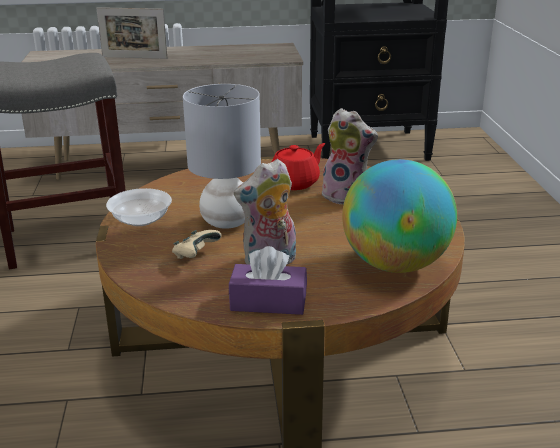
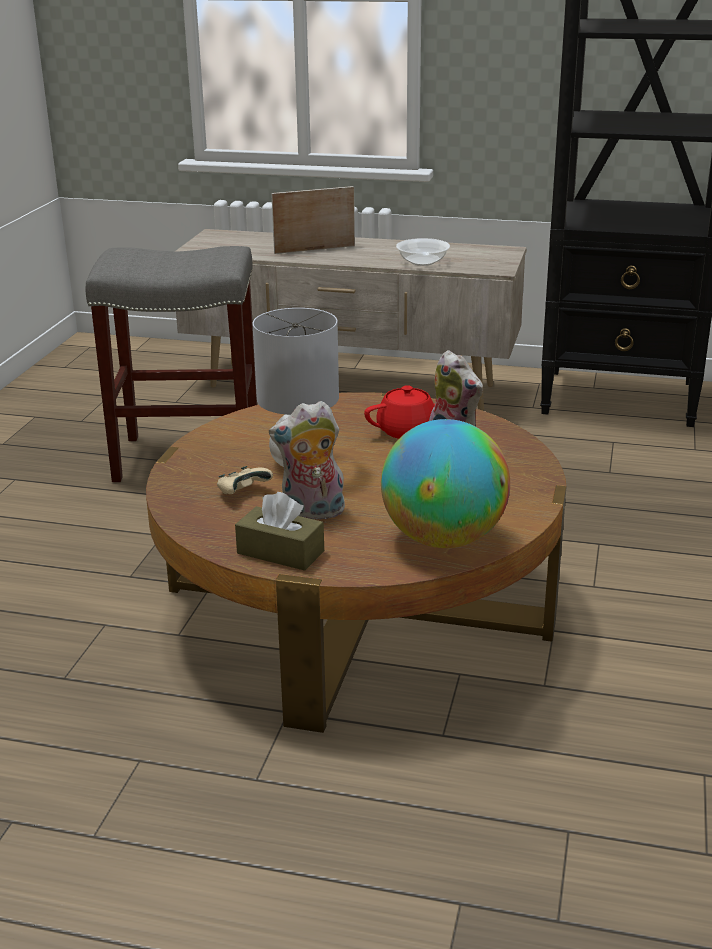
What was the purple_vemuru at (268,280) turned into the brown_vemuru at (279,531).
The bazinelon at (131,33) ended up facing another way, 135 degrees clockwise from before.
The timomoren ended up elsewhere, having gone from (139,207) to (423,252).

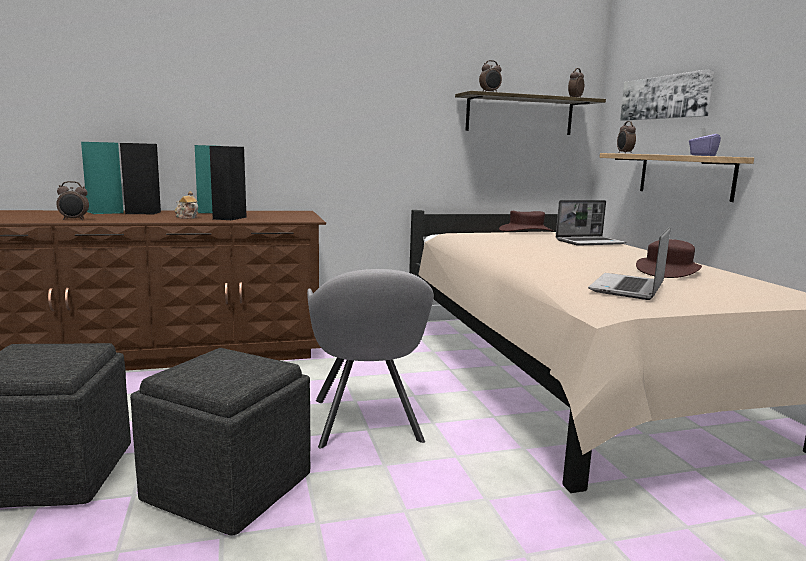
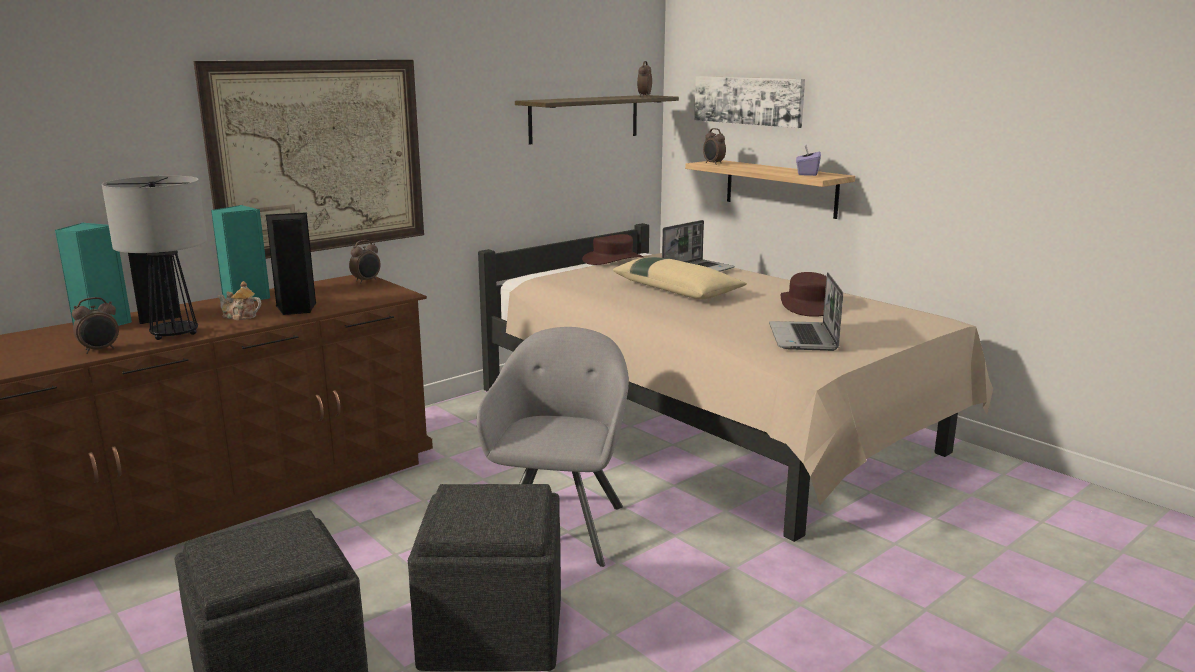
The second view gained the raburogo at (154,258).
The second view gained the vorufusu at (308,159).
The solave ended up elsewhere, having gone from (490,76) to (365,261).
The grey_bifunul at (370,359) ended up facing another way, 135 degrees counterclockwise from before.
The second view gained the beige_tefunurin at (680,278).

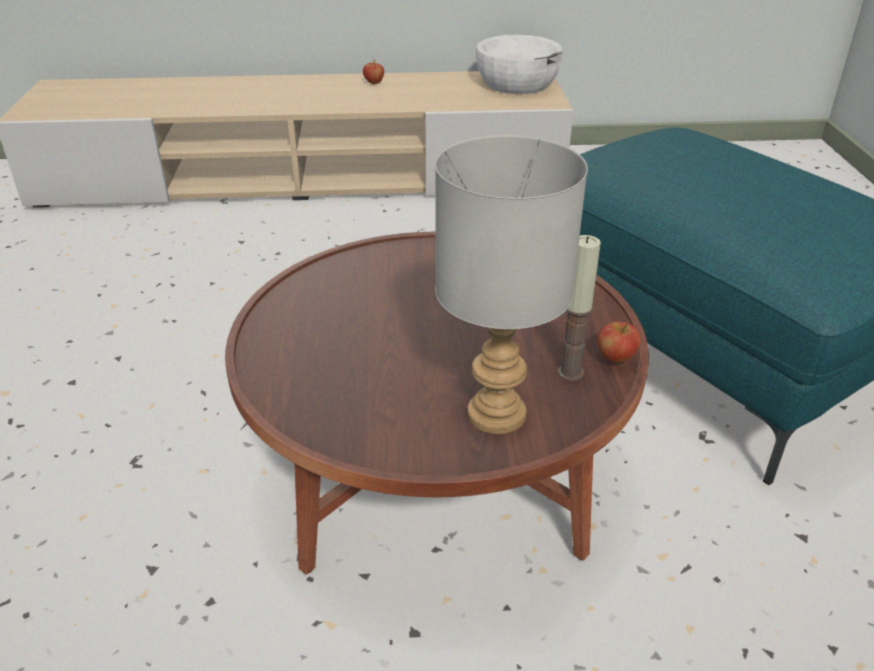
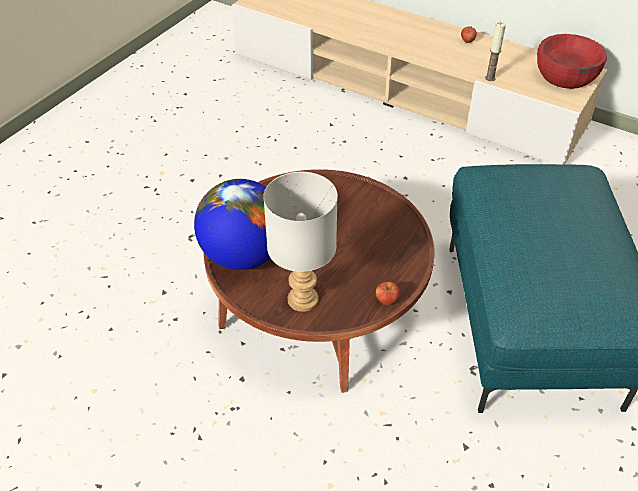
The second view gained the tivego at (232,224).
The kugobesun ended up elsewhere, having gone from (579,308) to (495,51).
What was the white_timomoren at (519,64) turned into the red_timomoren at (572,61).

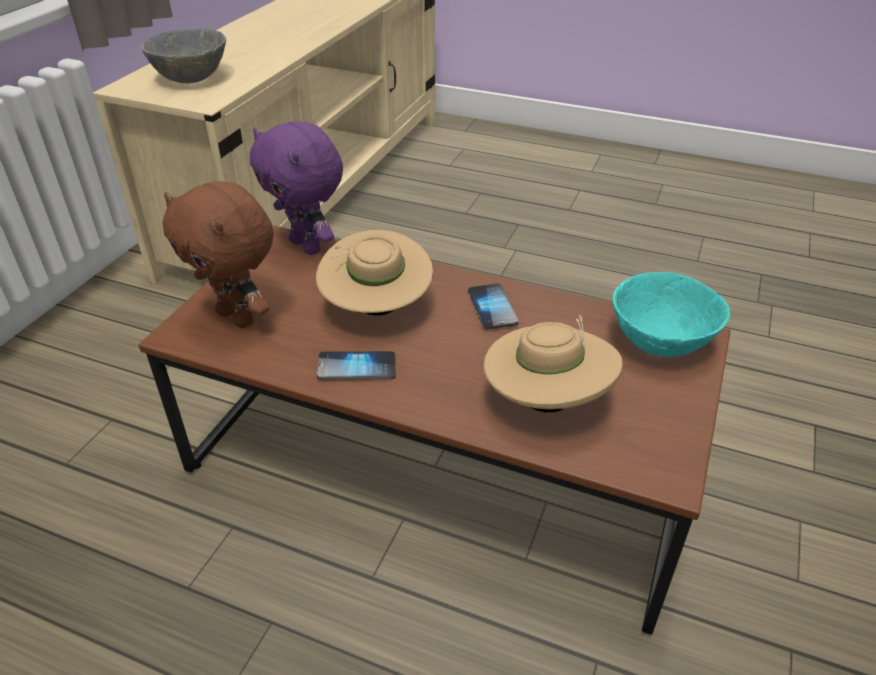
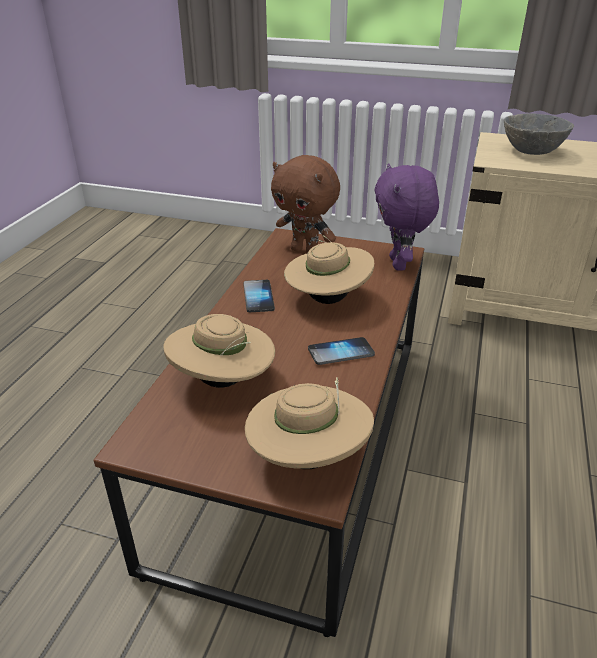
Where the turquoise_timomoren stood at (672,314), the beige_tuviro came to stand at (309,423).
The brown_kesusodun at (218,254) ended up facing another way, 90 degrees counterclockwise from before.
The purple_kesusodun at (296,188) ended up facing another way, 45 degrees counterclockwise from before.

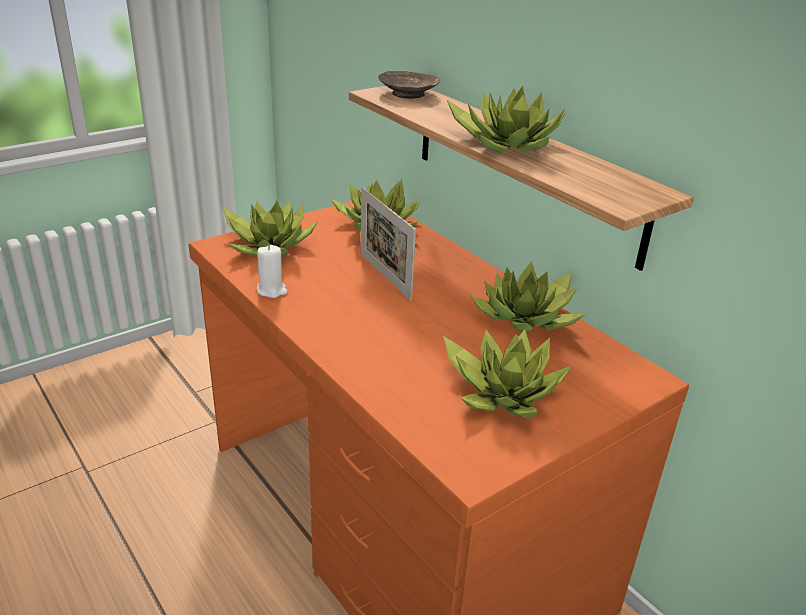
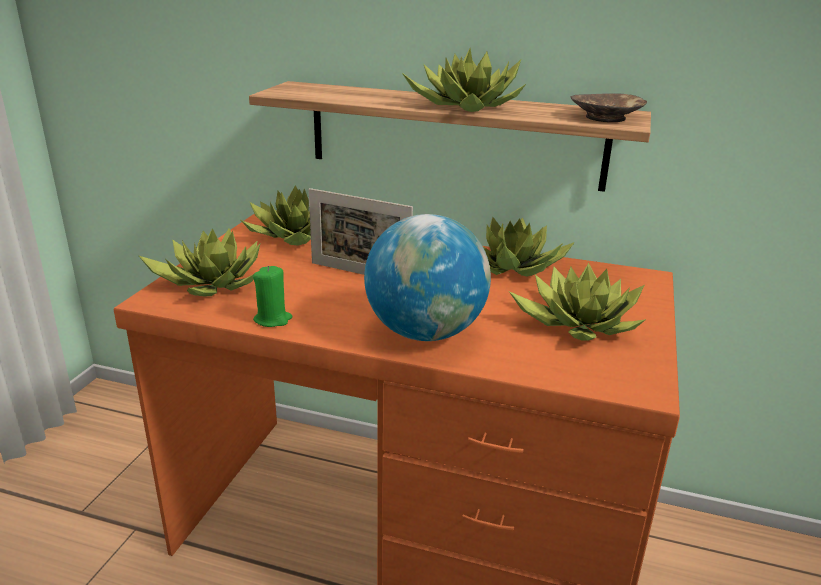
What was the white_kugobesun at (272,271) turned into the green_kugobesun at (272,296).
The second view gained the tivego at (427,277).
The brown_timomoren ended up elsewhere, having gone from (409,85) to (609,107).

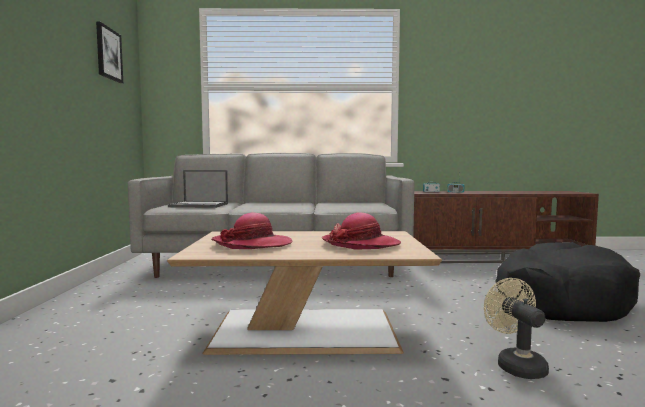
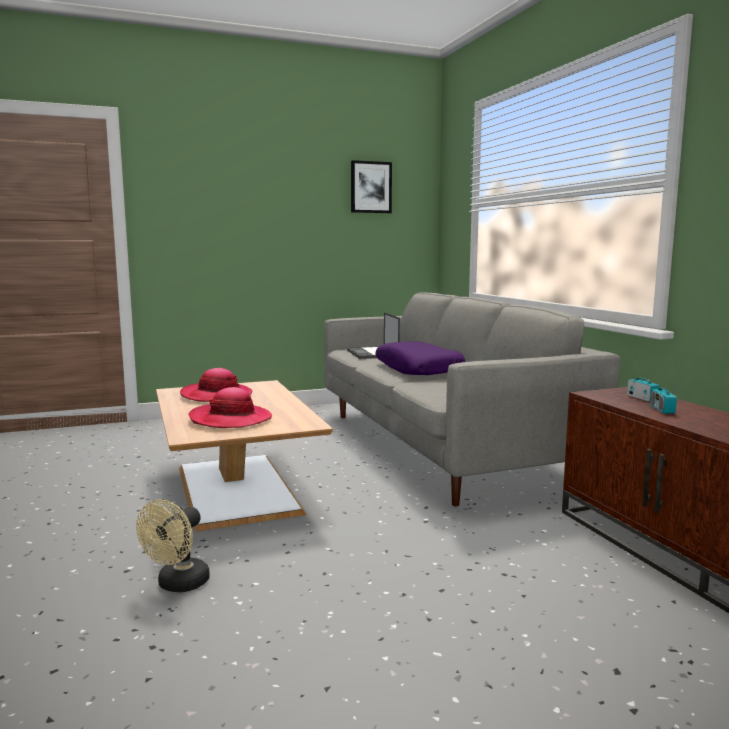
The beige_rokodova at (516,328) ended up facing another way, 150 degrees clockwise from before.
The second view gained the purple_tefunurin at (420,358).
The second view lost the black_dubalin at (567,282).

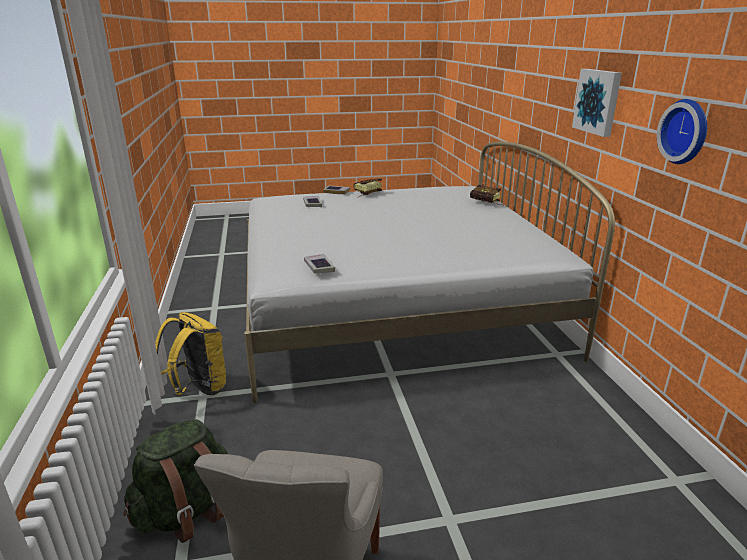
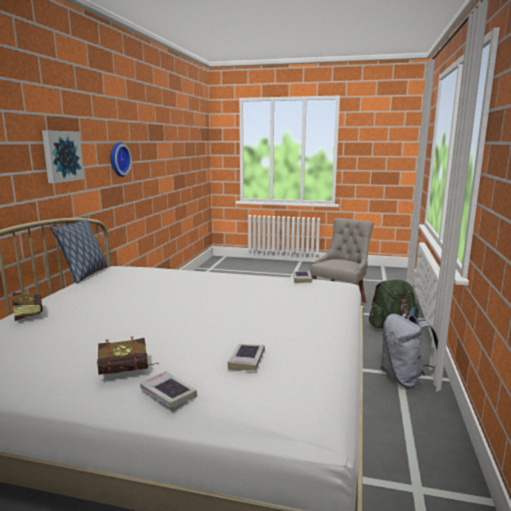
The second view gained the tefunurin at (79,250).
What was the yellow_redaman at (190,354) turned into the grey_redaman at (409,351).

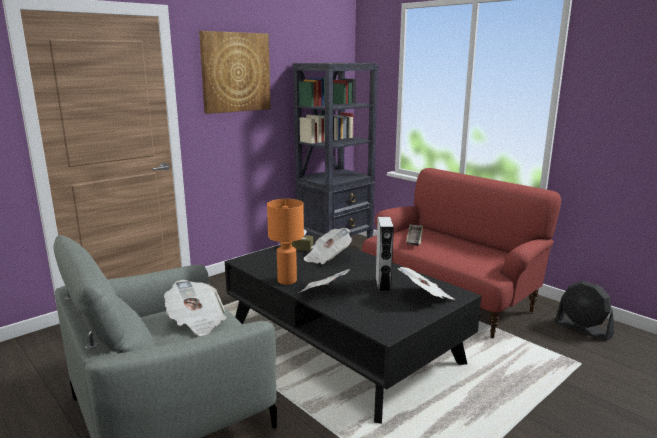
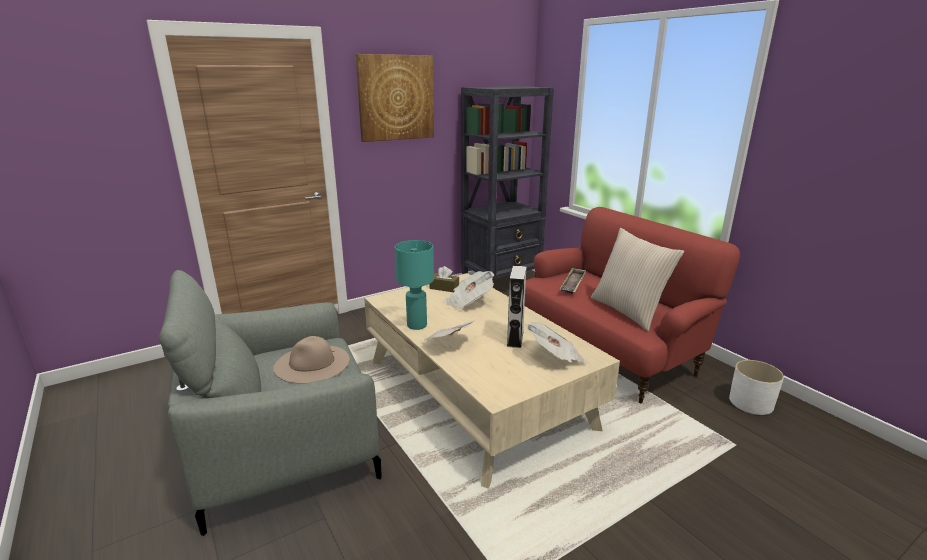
Where the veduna stood at (195,308), the beige_tuviro came to stand at (311,360).
What was the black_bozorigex at (353,329) turned into the beige_bozorigex at (492,381).
What was the orange_raburogo at (285,242) turned into the turquoise_raburogo at (414,285).
The second view gained the beige_tefunurin at (637,279).
Where the black_rokodova stood at (584,311), the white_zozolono came to stand at (756,387).

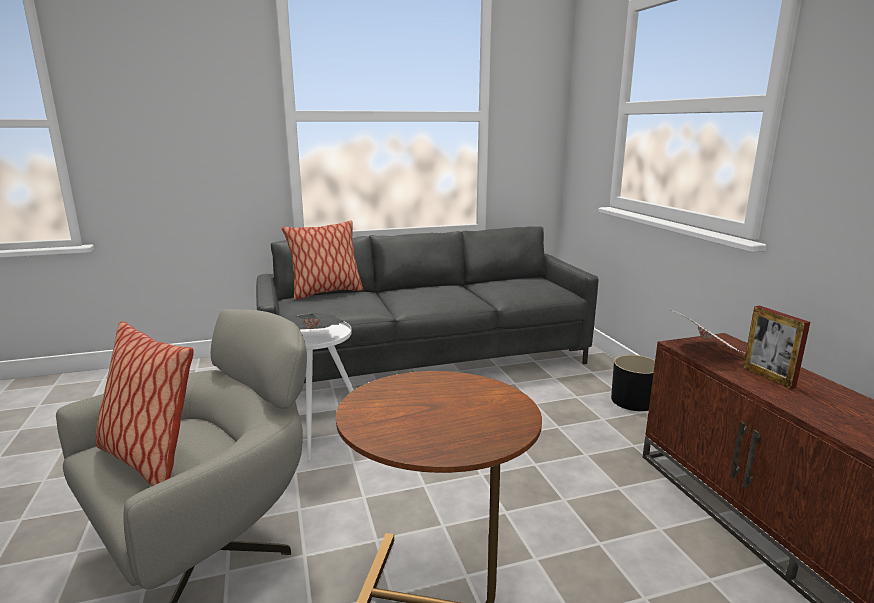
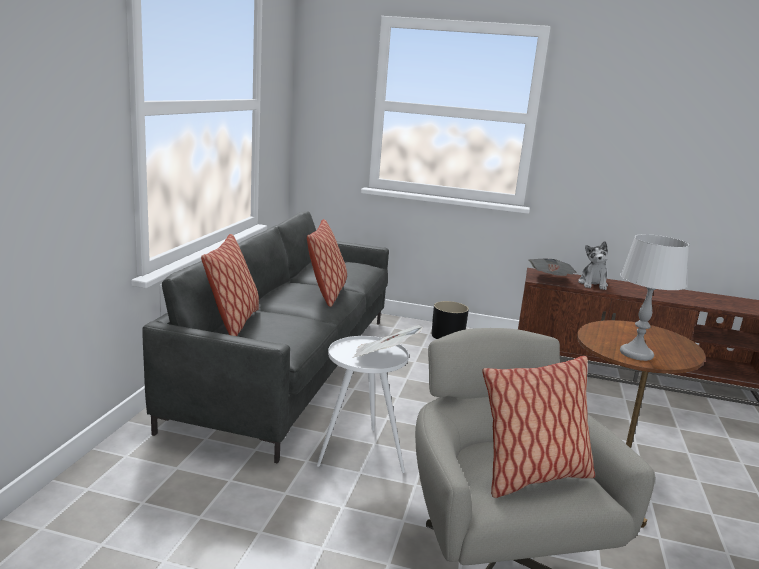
The second view gained the tefunurin at (327,263).
Where the bazinelon stood at (776,347), the kesusodun came to stand at (593,265).
The second view gained the grey_raburogo at (654,297).

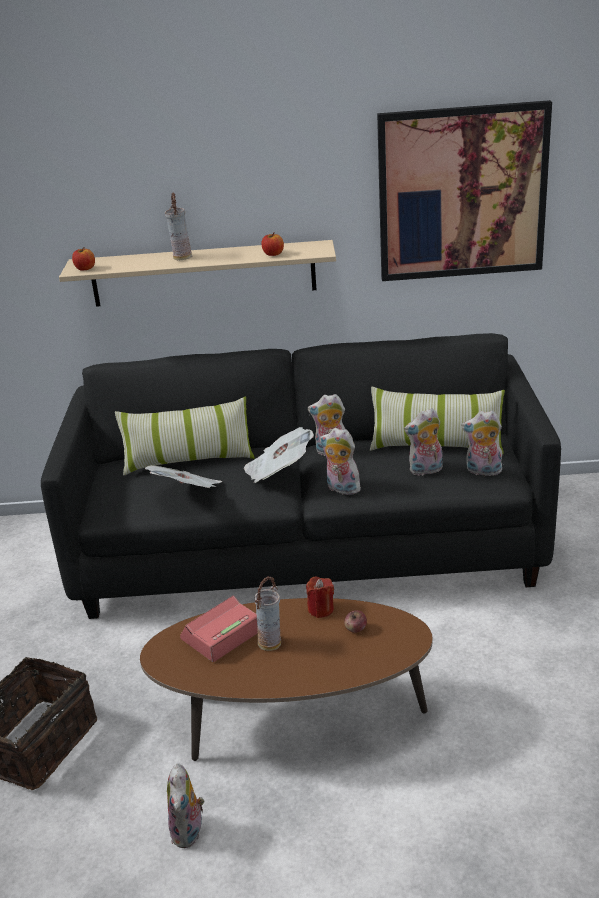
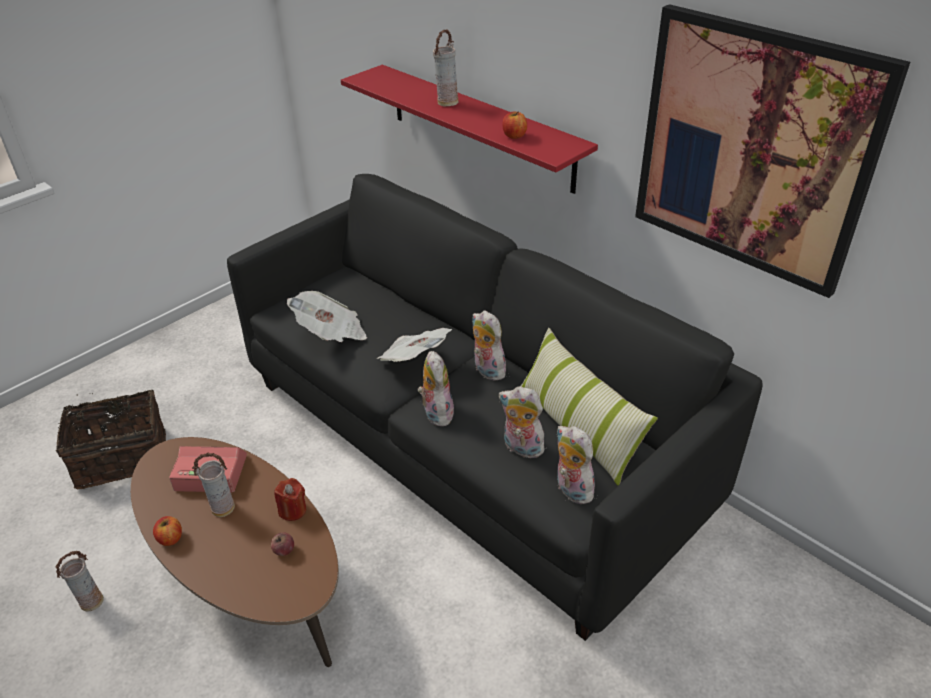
Where the kesusodun stood at (185,805), the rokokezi came to stand at (80,581).
The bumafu ended up elsewhere, having gone from (83,259) to (167,531).
What was the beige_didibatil at (197,273) turned into the red_didibatil at (469,129).
The second view lost the tefunurin at (185,436).

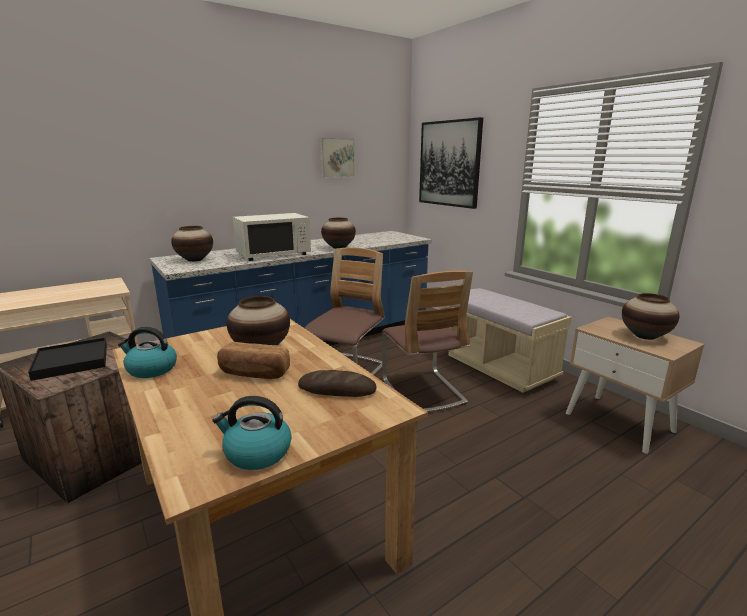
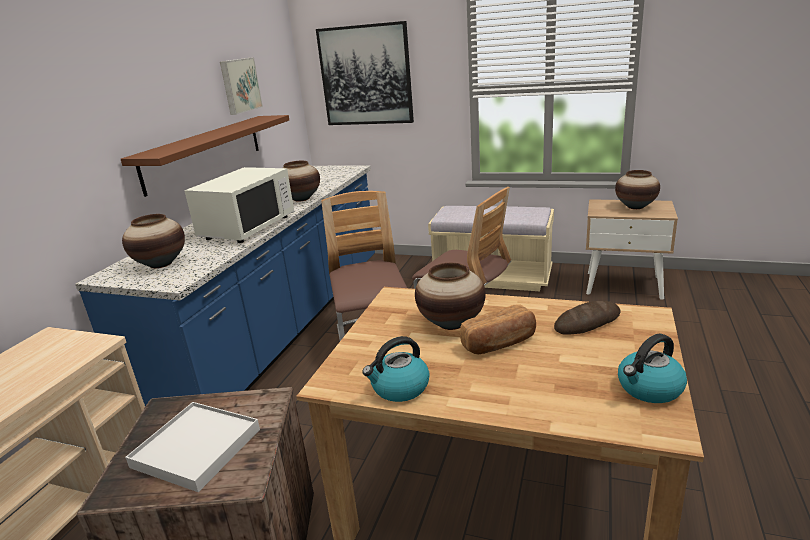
The second view gained the brown_didibatil at (205,156).
What was the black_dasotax at (67,359) turned into the white_dasotax at (192,447).

